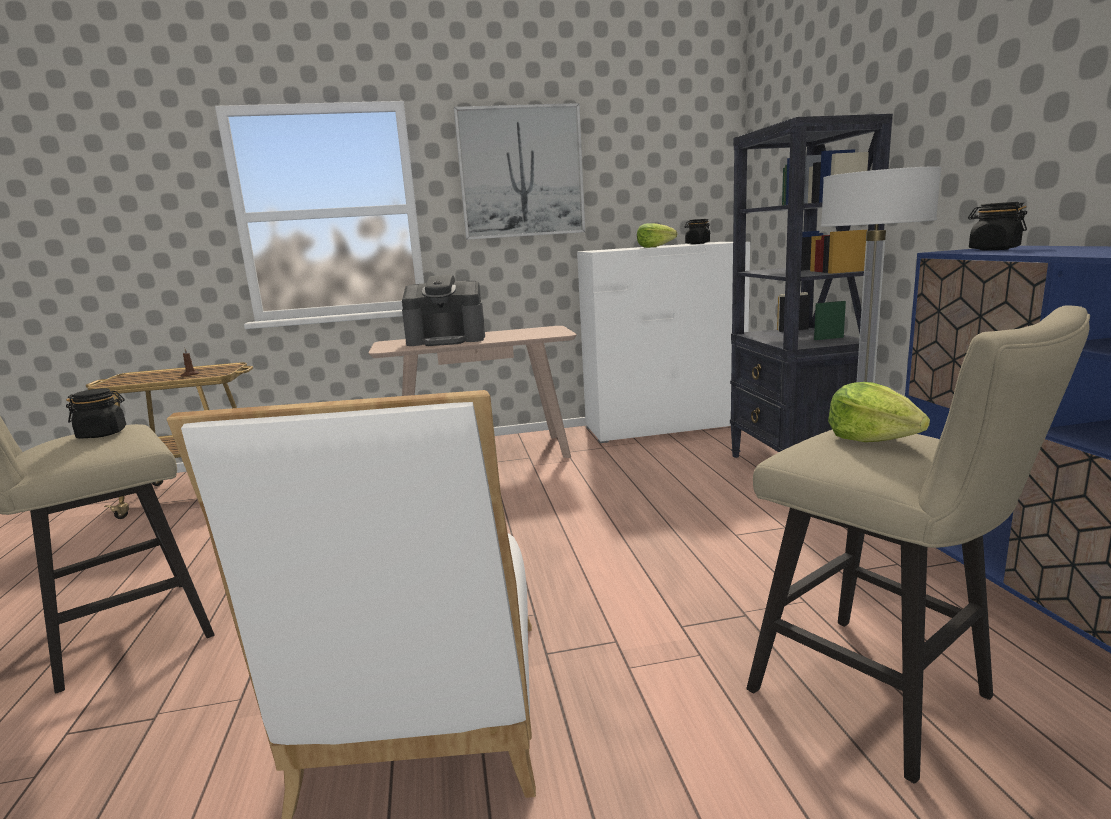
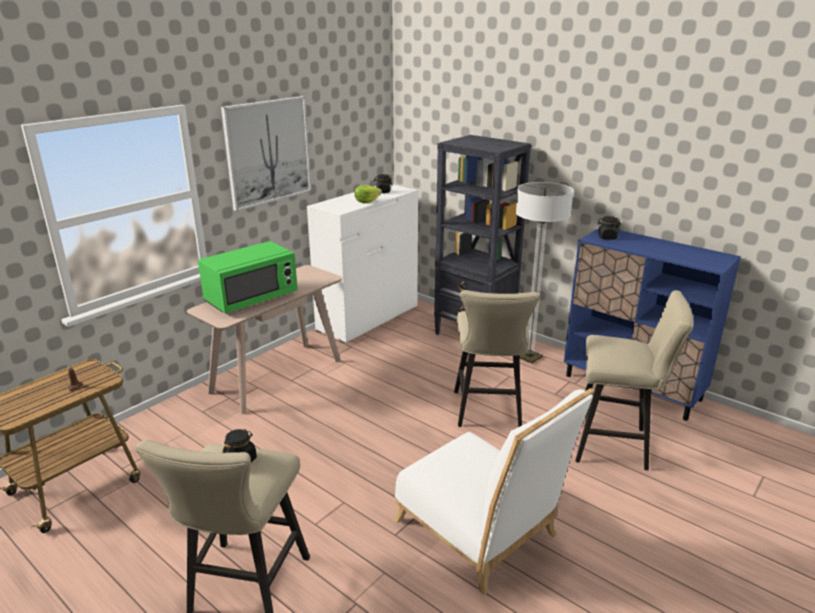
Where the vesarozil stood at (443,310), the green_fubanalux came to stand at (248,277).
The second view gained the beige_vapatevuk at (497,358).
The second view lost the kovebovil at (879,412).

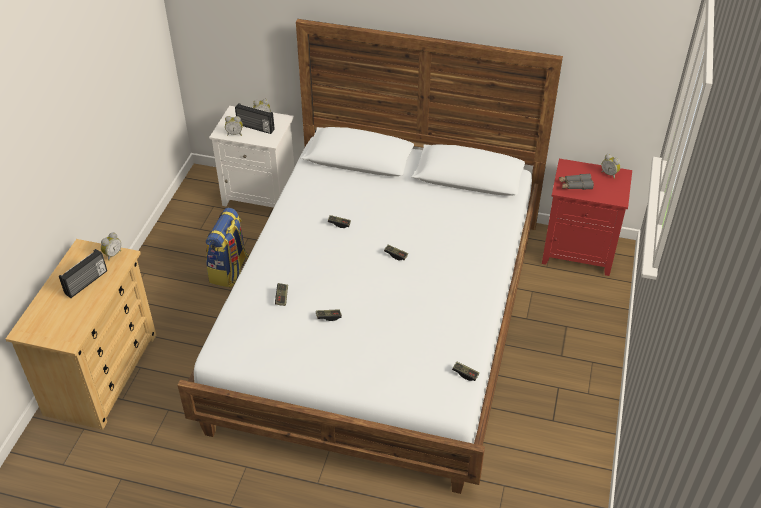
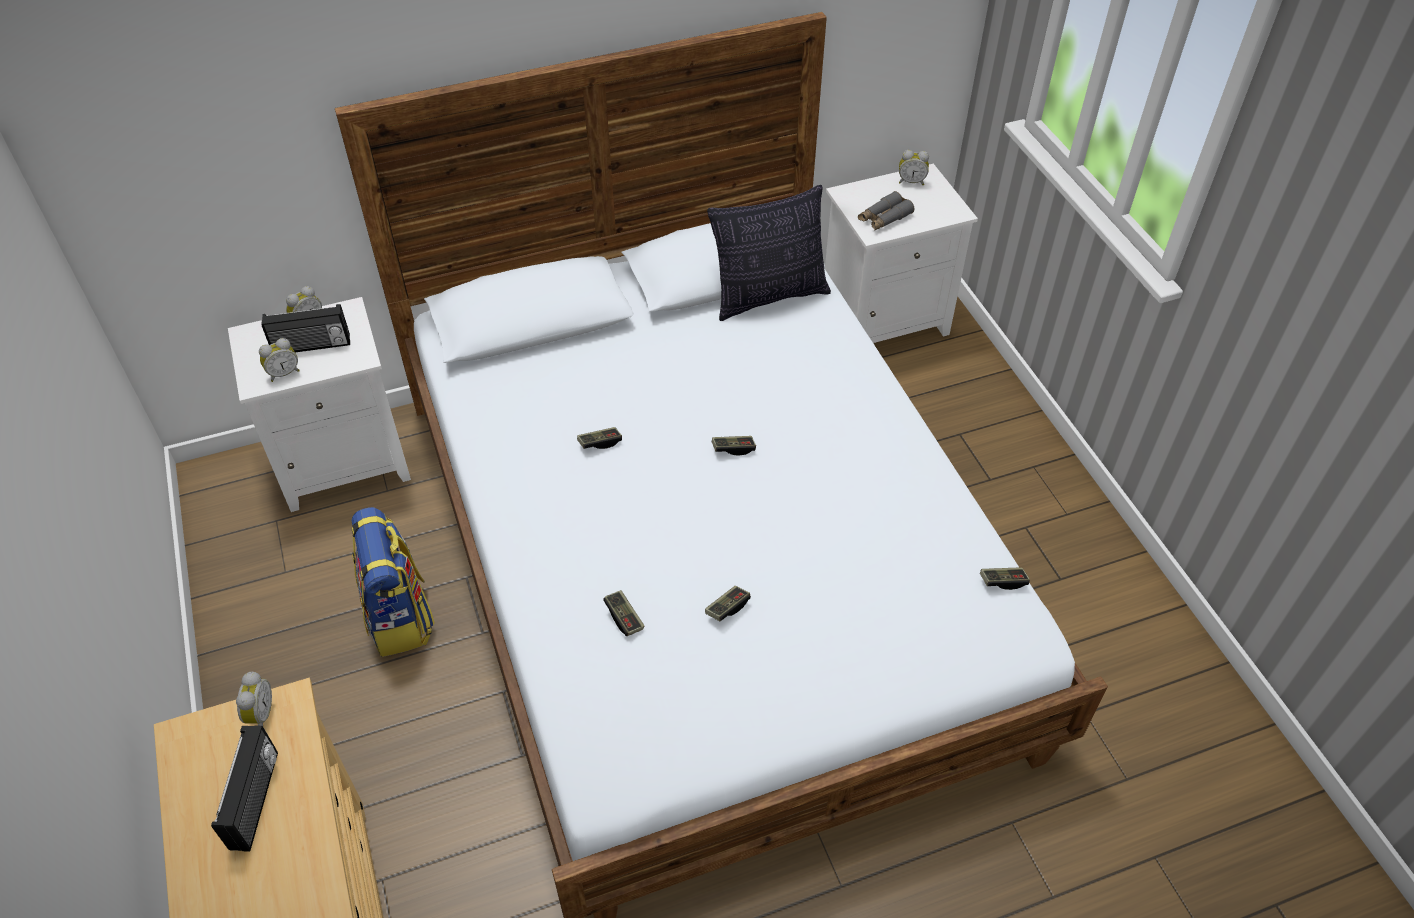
The second view gained the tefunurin at (769,253).
What was the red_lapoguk at (587,217) turned into the white_lapoguk at (901,253).

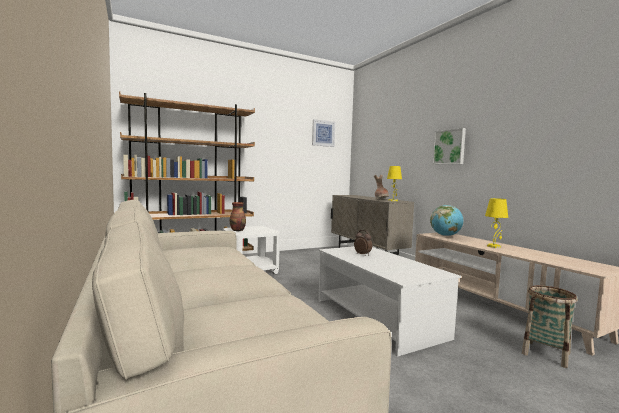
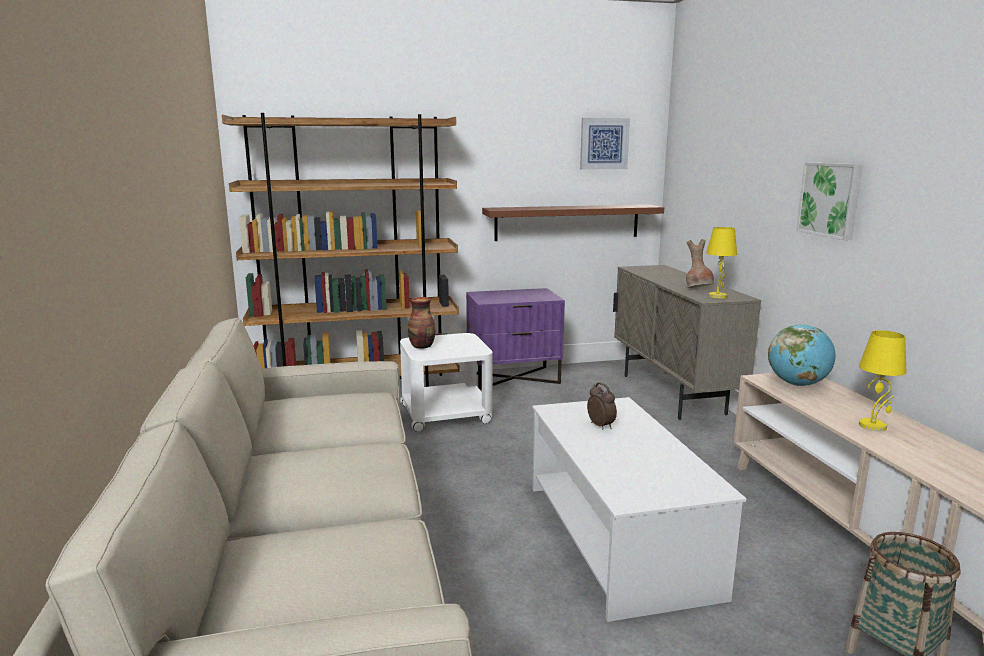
The second view gained the purple_lapoguk at (515,339).
The second view gained the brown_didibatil at (573,222).

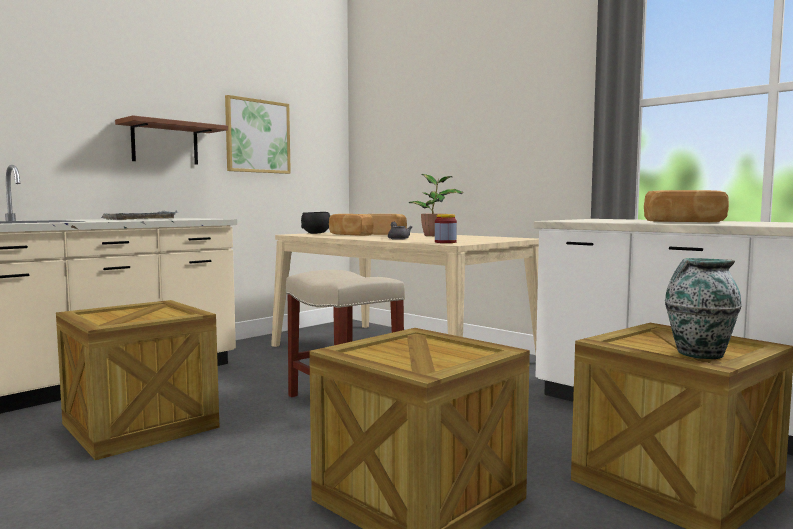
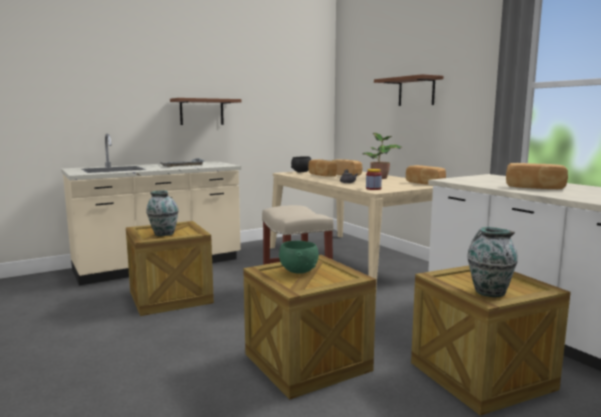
The second view gained the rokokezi at (162,213).
The second view gained the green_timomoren at (299,257).
The second view gained the brown_didibatil at (409,90).
The second view gained the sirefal at (426,175).
The second view lost the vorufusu at (258,134).

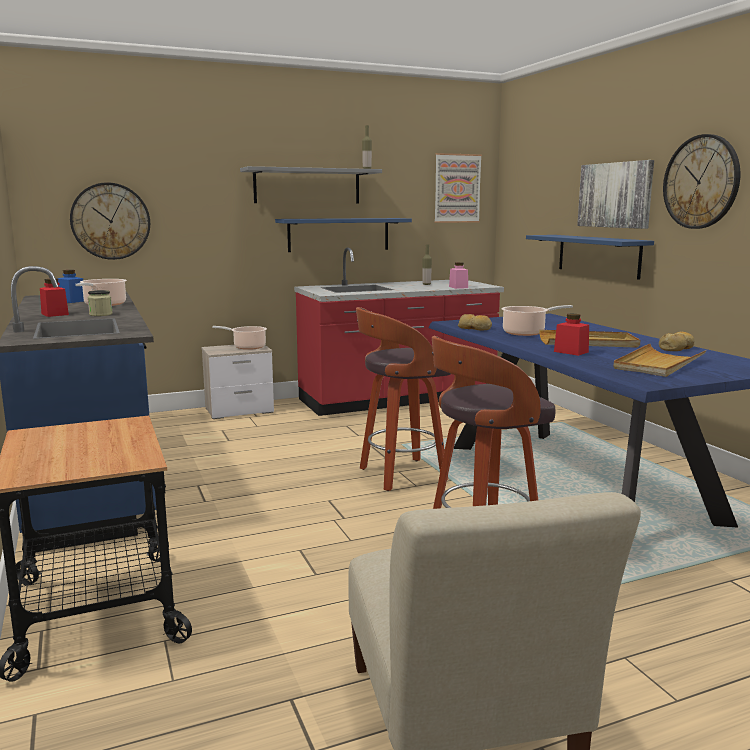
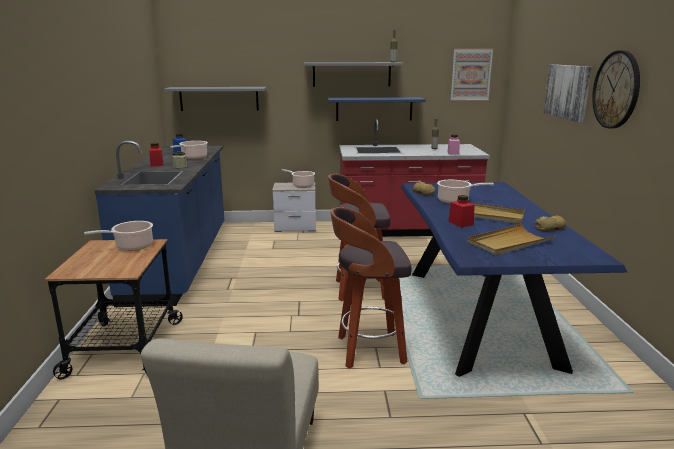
The second view gained the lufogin at (118,236).
Where the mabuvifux hung at (110,221), the grey_didibatil came to hang at (215,99).
The second view lost the blue_didibatil at (590,257).

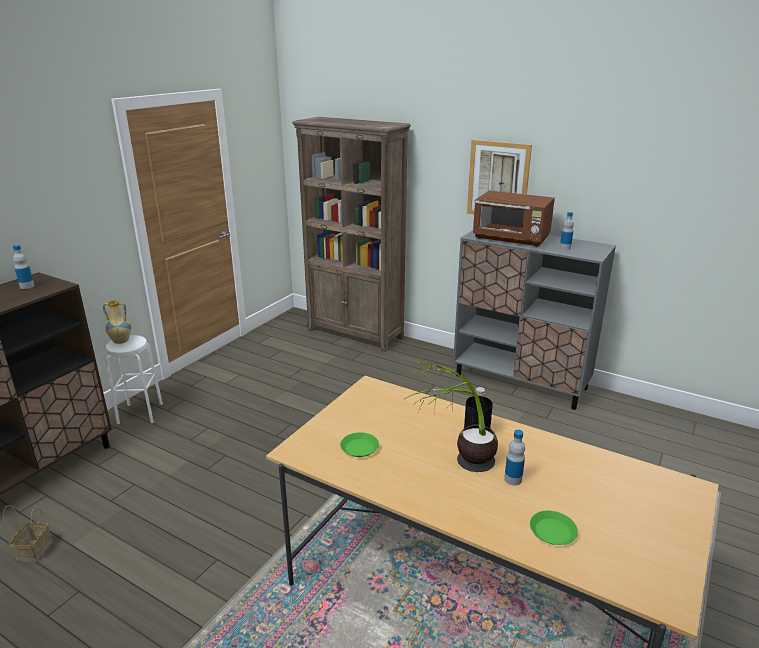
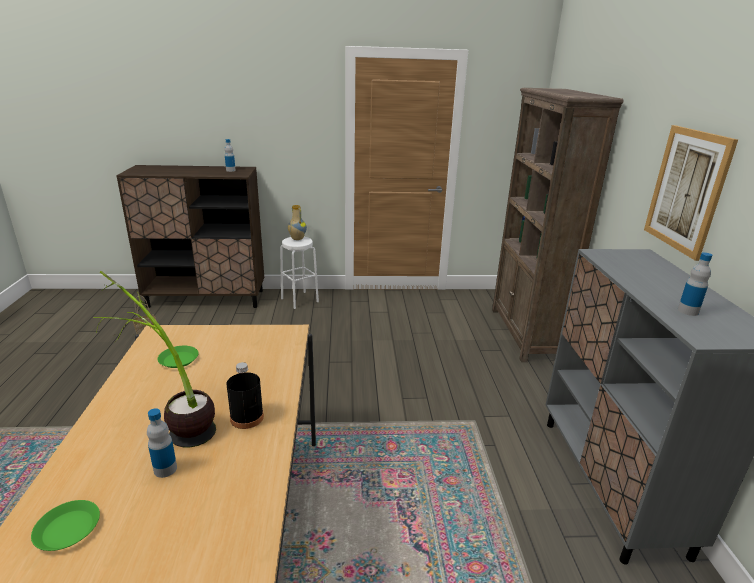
The second view lost the brown_fubanalux at (514,219).

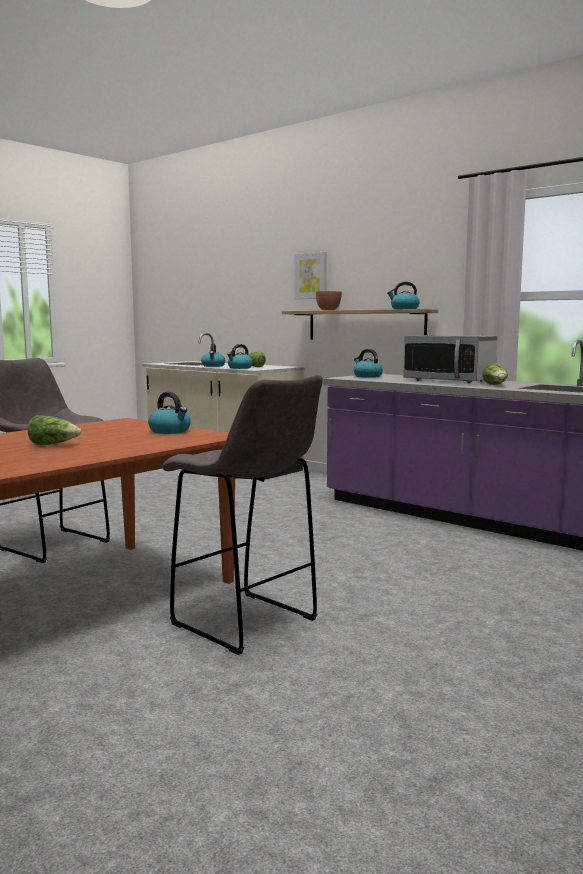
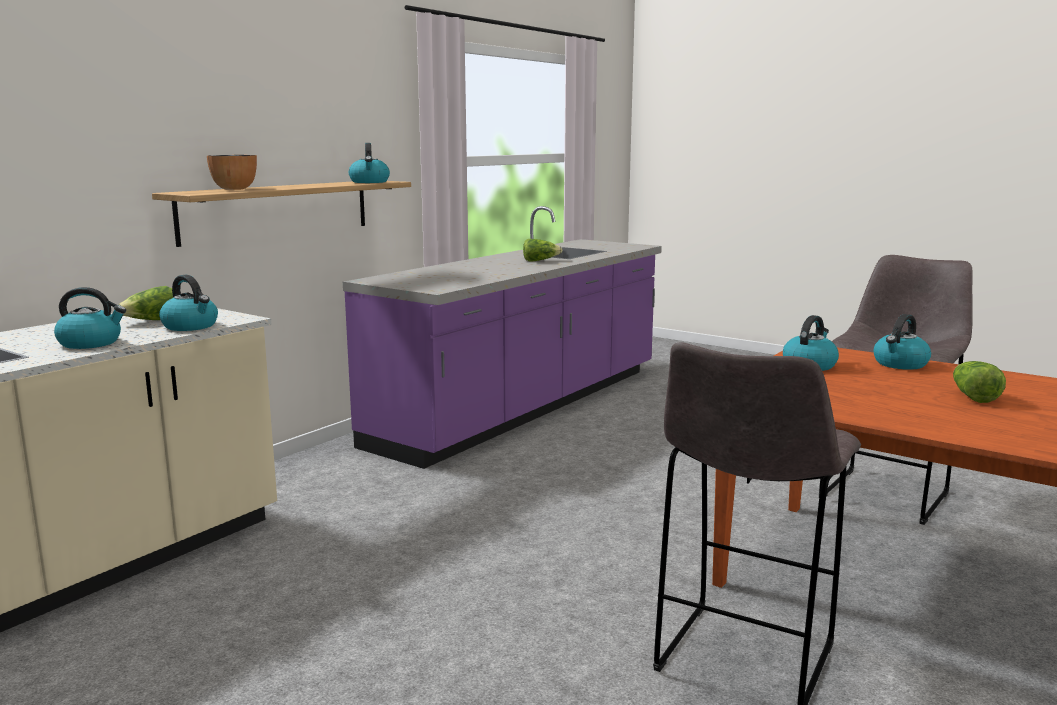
The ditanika ended up elsewhere, having gone from (368,363) to (902,342).
The second view lost the vorufusu at (310,275).
The second view lost the fubanalux at (450,359).

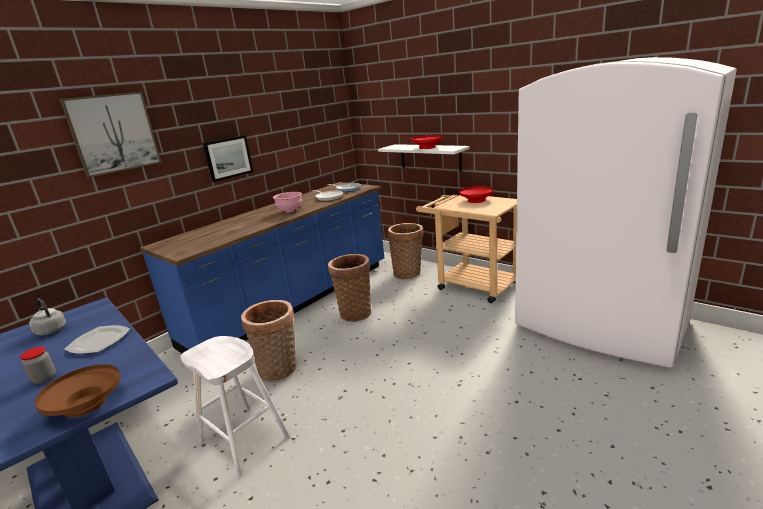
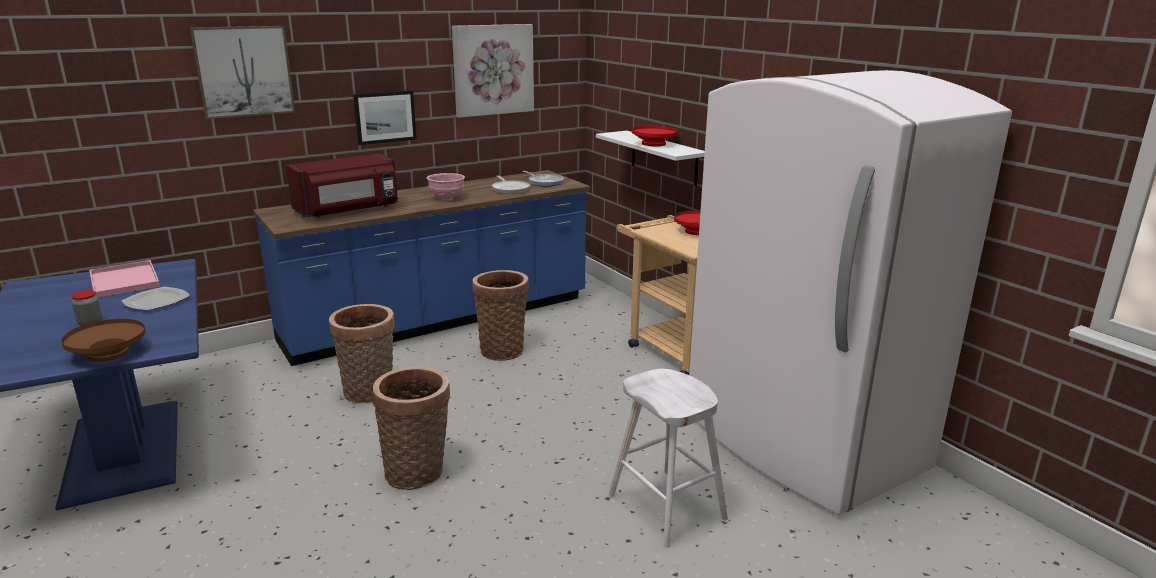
Where the grey_ditanika stood at (47,317), the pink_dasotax came to stand at (124,278).
The second view gained the red_fubanalux at (342,186).
The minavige ended up elsewhere, having gone from (405,251) to (411,428).
The second view gained the vorufusu at (493,71).
The white_vapatevuk ended up elsewhere, having gone from (235,406) to (668,458).

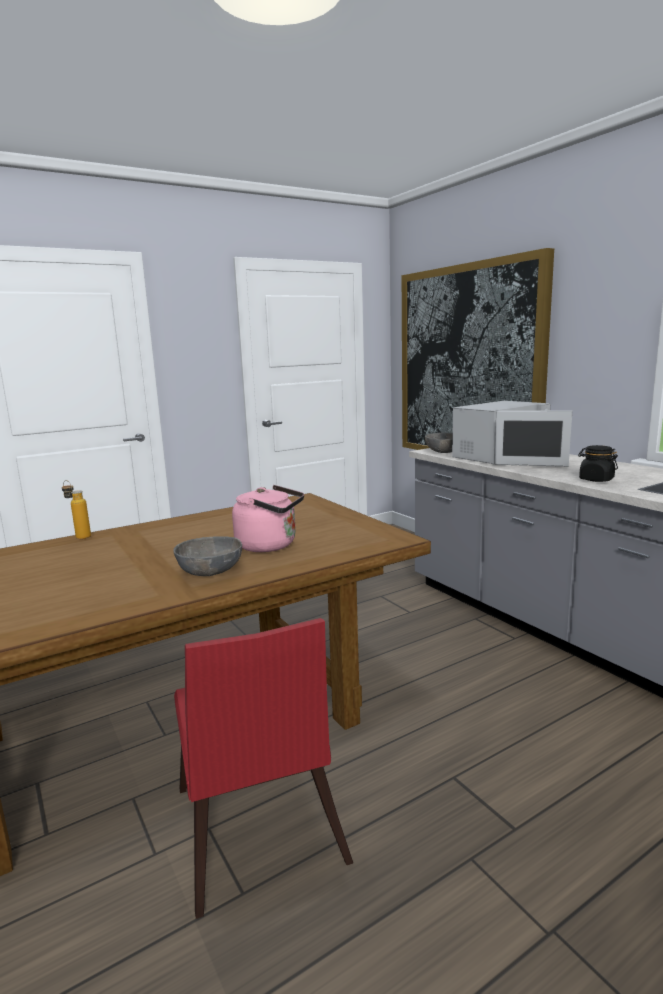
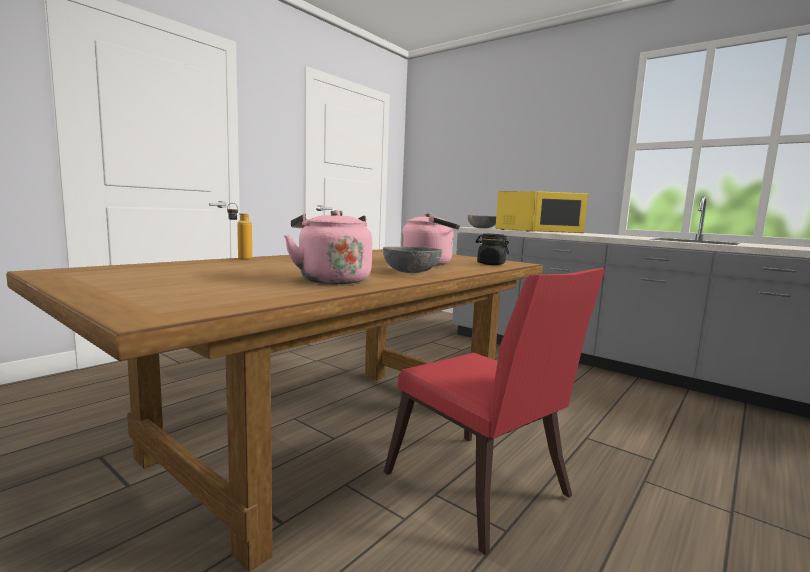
The second view gained the pink_ditanika at (328,247).
The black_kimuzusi ended up elsewhere, having gone from (598,463) to (492,249).
What was the white_fubanalux at (512,434) turned into the yellow_fubanalux at (541,212).
The second view lost the vorufusu at (478,349).

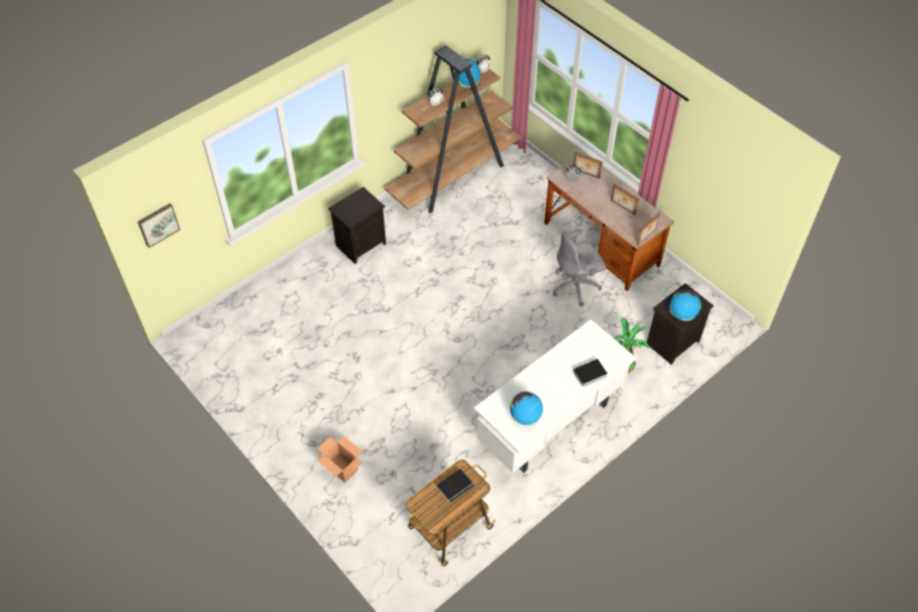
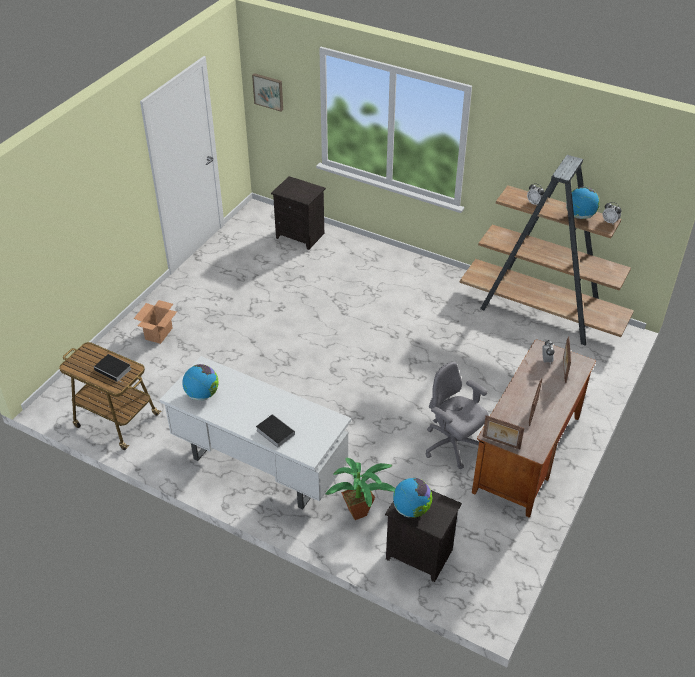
The black_lapoguk ended up elsewhere, having gone from (357,225) to (298,213).

